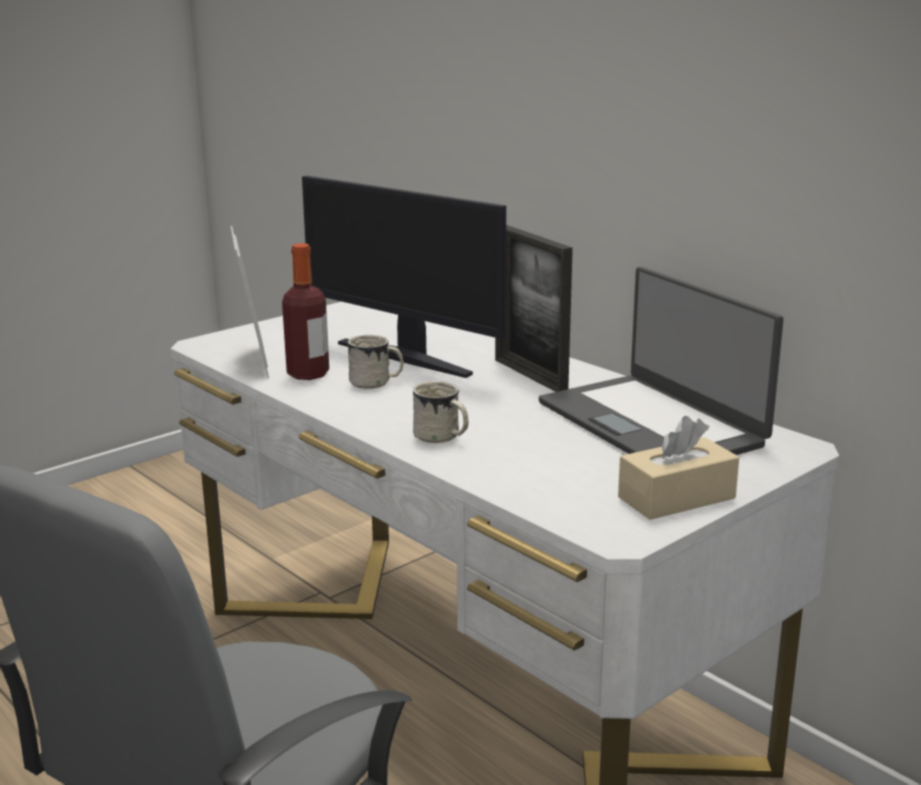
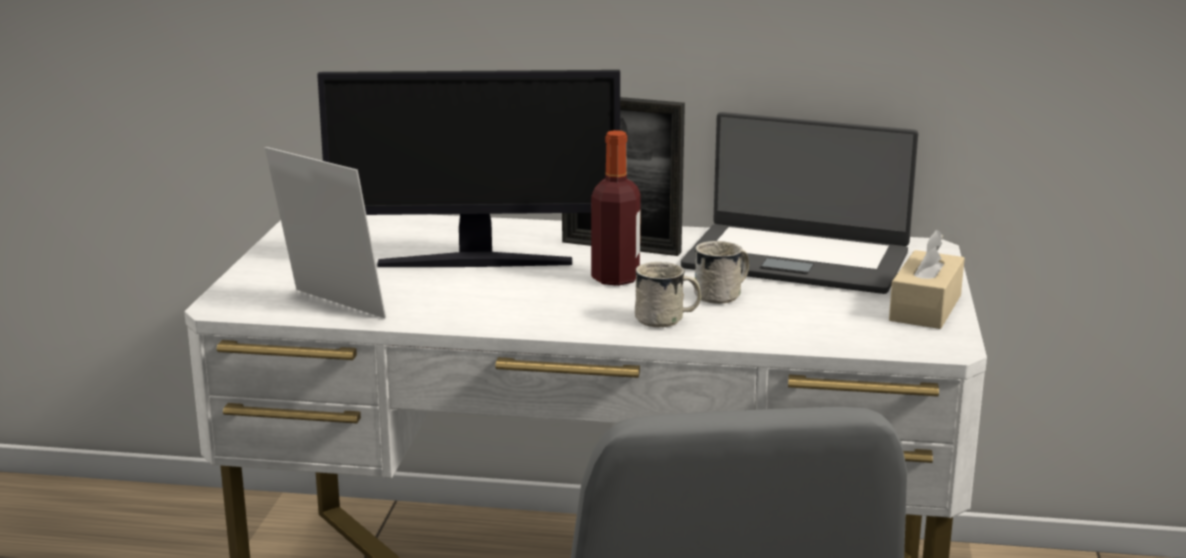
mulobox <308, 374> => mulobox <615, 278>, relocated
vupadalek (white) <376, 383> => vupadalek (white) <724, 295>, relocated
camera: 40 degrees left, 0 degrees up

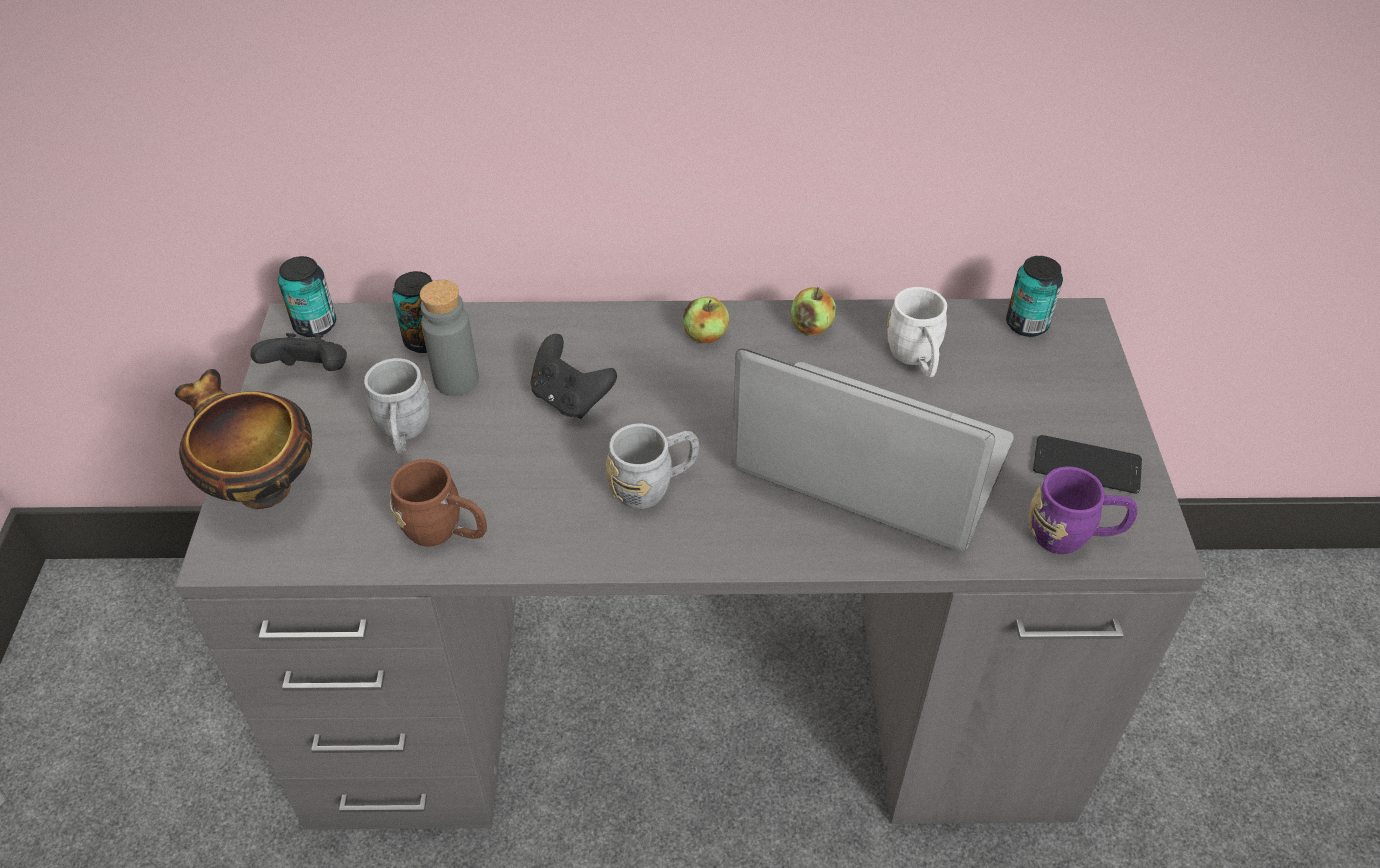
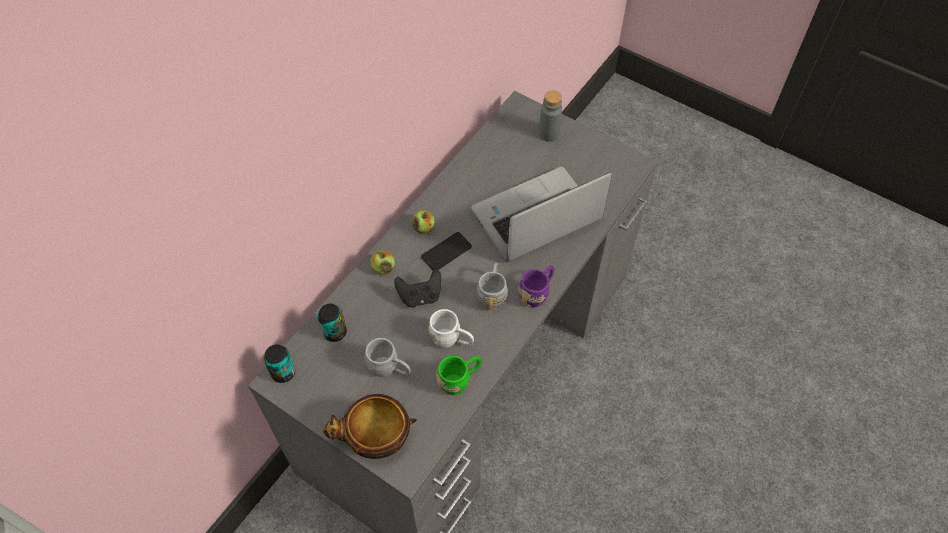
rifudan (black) <311, 374> => nothing
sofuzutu <1026, 324> => nothing
mulobox (grey) <456, 380> => mulobox (grey) <549, 133>, relocated
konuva <811, 327> => konuva <383, 268>, relocated
vupadalek (white) <916, 360> => vupadalek (white) <451, 340>, relocated
vupadalek (purple) <1073, 536> => vupadalek (purple) <537, 293>, relocated
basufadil <1086, 466> => basufadil <446, 252>, relocated
vupadalek (brown) <445, 532> => vupadalek (green) <460, 380>
camera: 55 degrees left, 10 degrees up

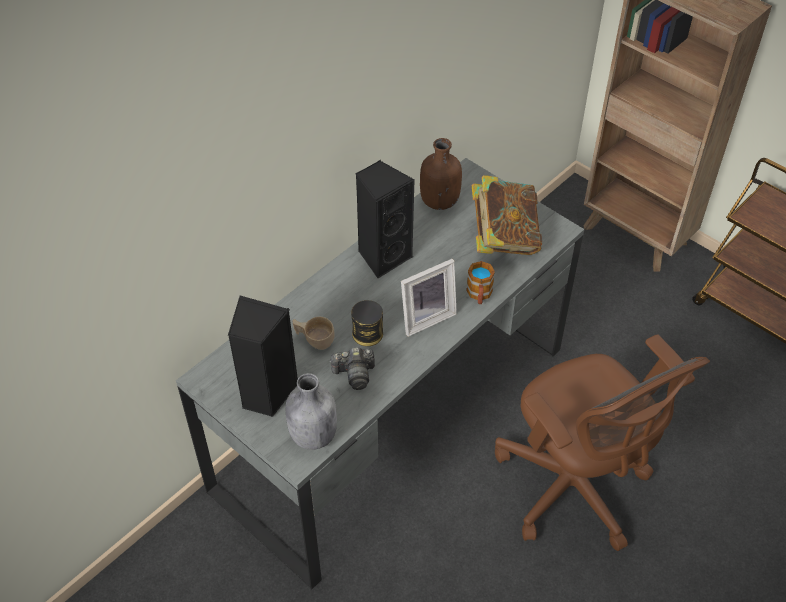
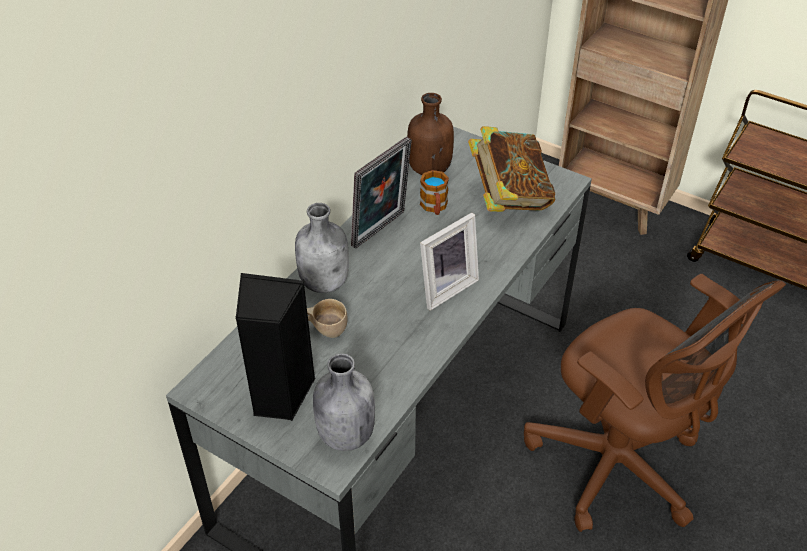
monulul <354, 374> => nothing
sofuzutu <367, 334> => nothing
nothing => mulobox (grey) <325, 282>
vupadalek <479, 295> => vupadalek <434, 207>, relocated
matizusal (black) <383, 256> => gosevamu <381, 230>
camera: 10 degrees left, 5 degrees down

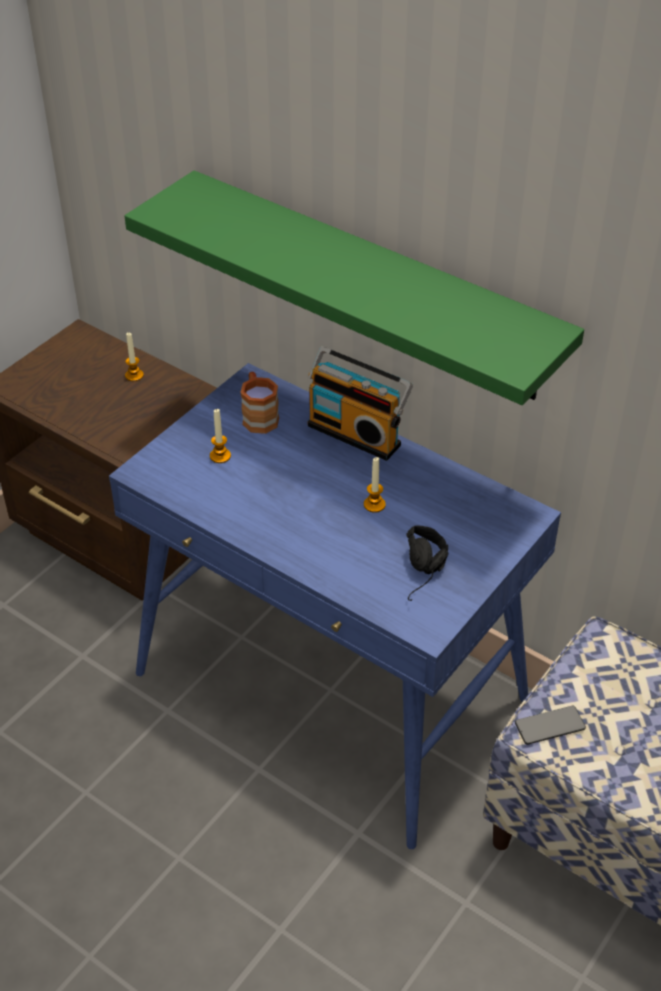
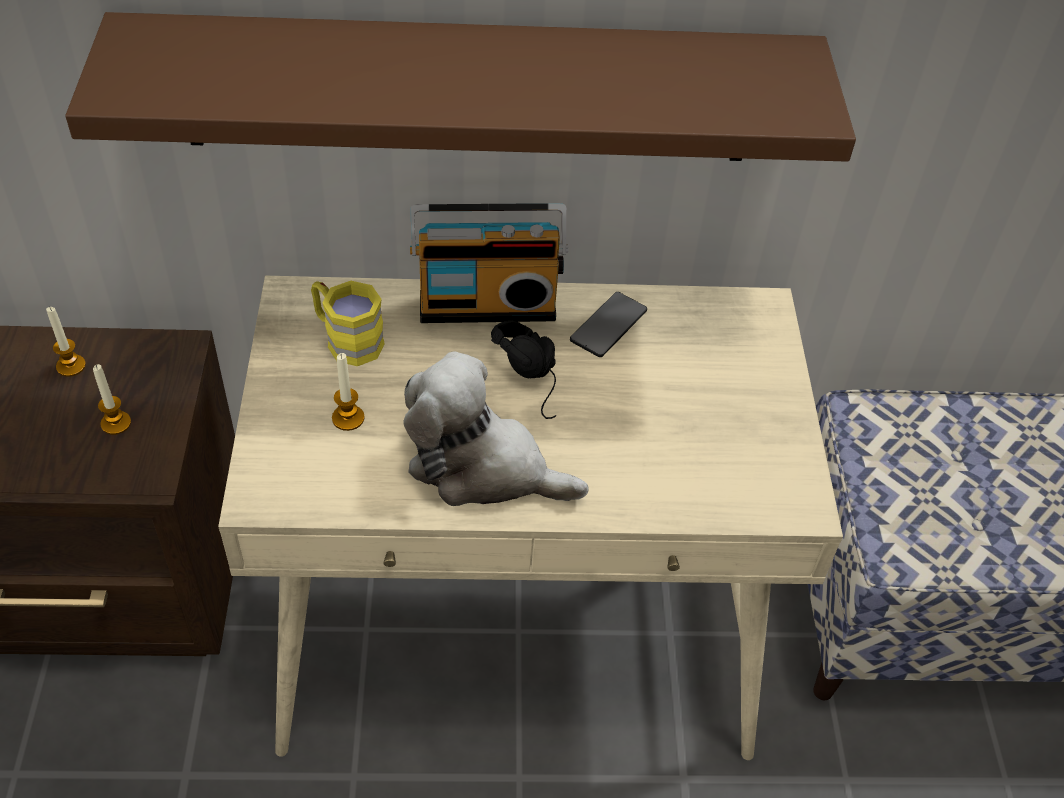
nothing => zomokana <483, 467>
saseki <374, 504> => saseki <116, 423>, relocated
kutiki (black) <427, 574> => kutiki (black) <538, 378>, relocated
basufadil <549, 726> => basufadil <608, 325>, relocated
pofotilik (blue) <333, 687> => pofotilik (beige) <518, 626>
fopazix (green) <373, 285> => fopazix (brown) <469, 89>
vupadalek (brown) <258, 416> => vupadalek (yellow) <346, 339>
camera: 40 degrees left, 5 degrees up

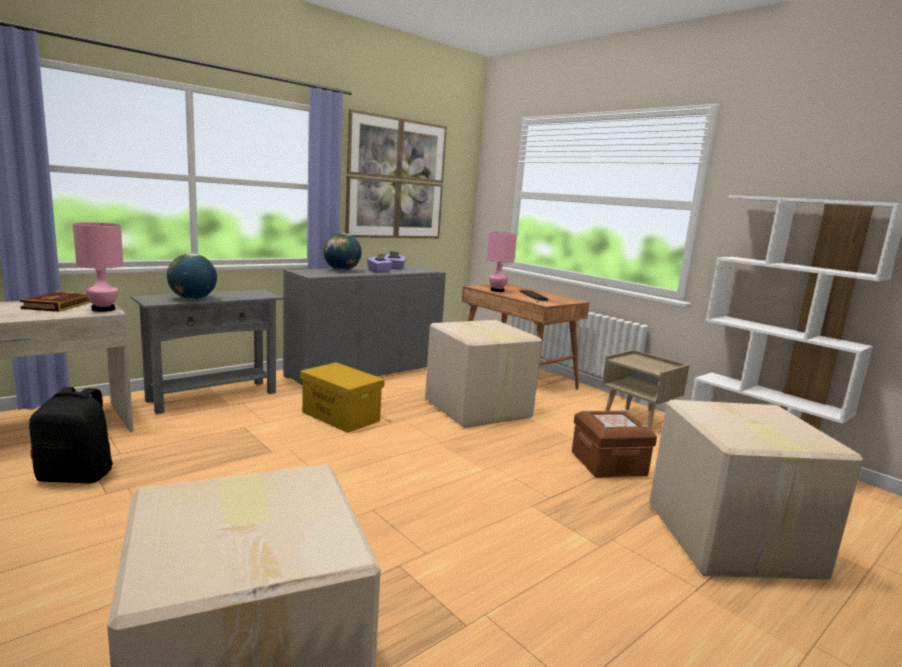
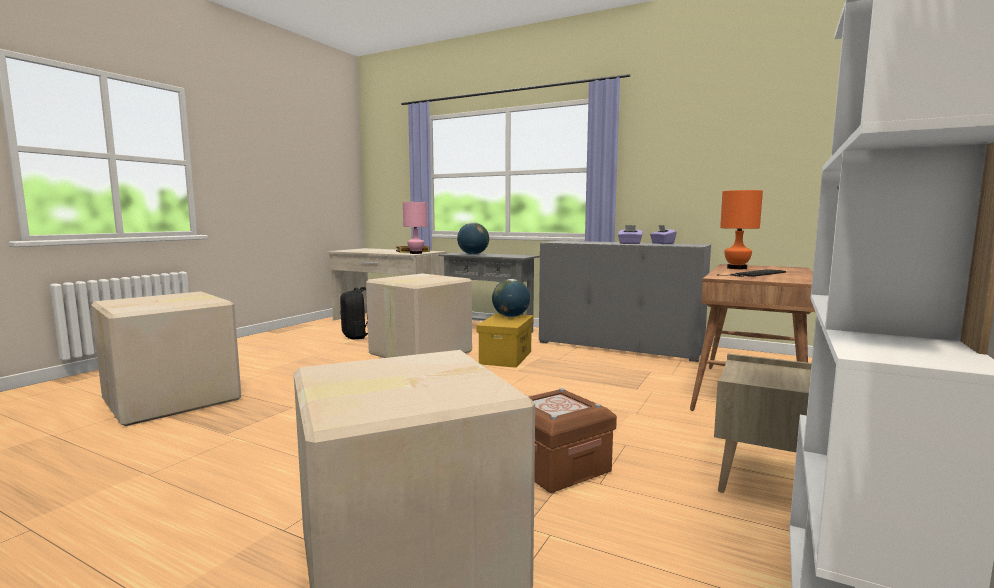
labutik <396, 179> => nothing
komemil <342, 270> => komemil <511, 316>, relocated
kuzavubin <477, 409> => kuzavubin <419, 353>, relocated
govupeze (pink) <497, 291> => govupeze (orange) <736, 268>
camera: 70 degrees right, 5 degrees down

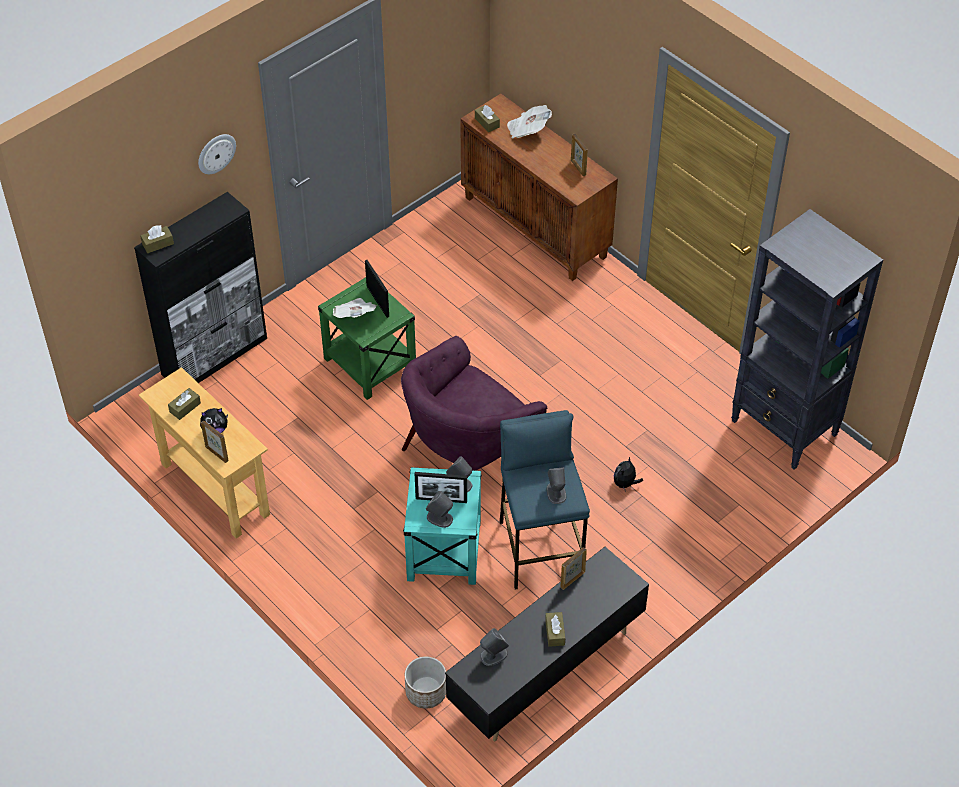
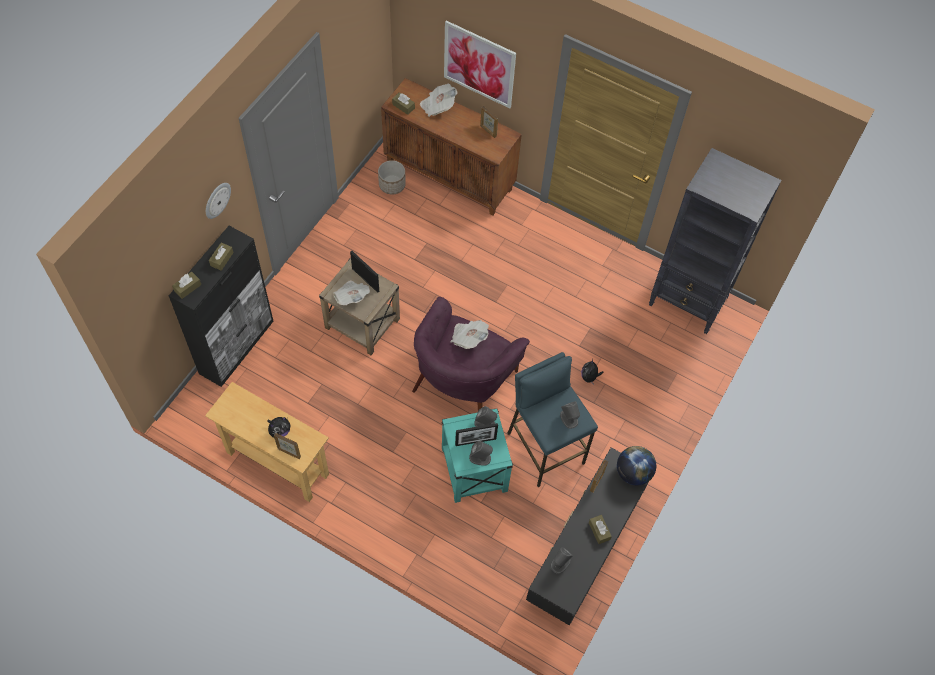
nothing => labutik <479, 64>
nothing => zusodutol <468, 338>
nothing => komemil <633, 473>
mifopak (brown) <185, 407> => mifopak (brown) <222, 259>, relocated
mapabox <426, 692> => mapabox <392, 185>, relocated
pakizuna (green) <369, 363> => pakizuna (beige) <362, 323>
camera: 20 degrees left, 10 degrees up

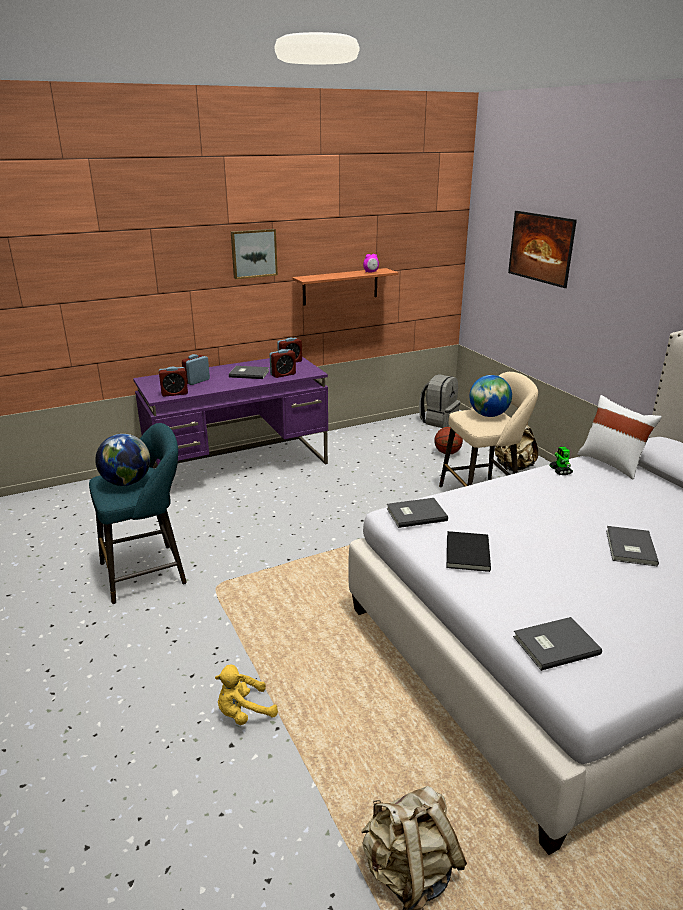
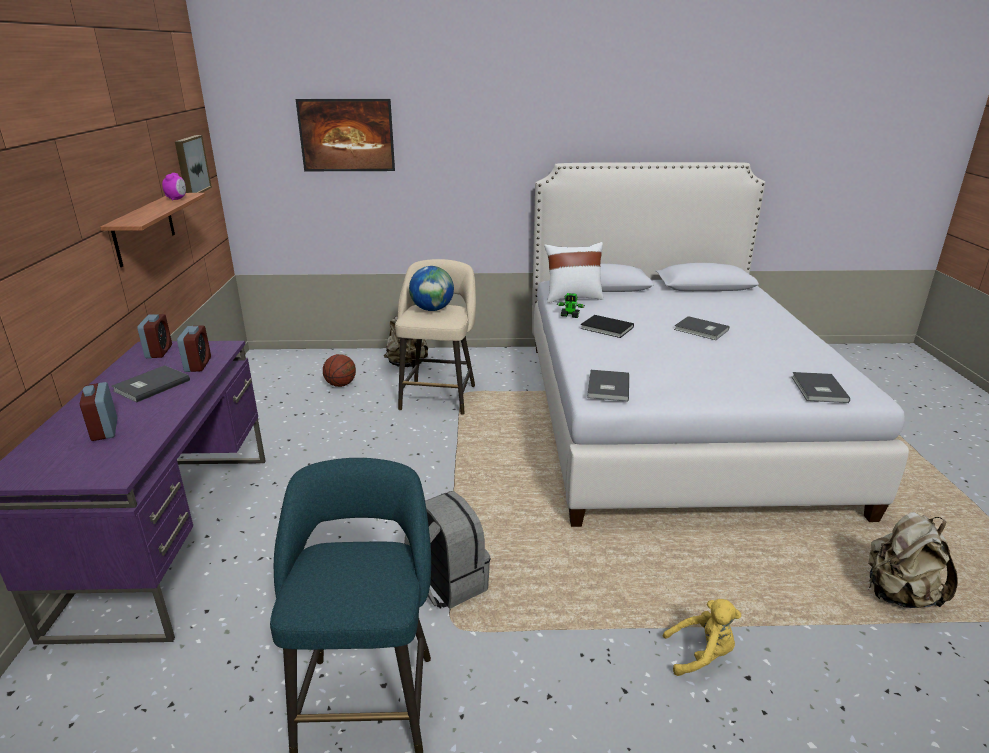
komemil <126, 482> => nothing
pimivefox <174, 393> => nothing
labutik <253, 253> => labutik <190, 165>, relocated
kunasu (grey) <438, 421> => kunasu (grey) <447, 583>, relocated
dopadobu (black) <466, 553> => dopadobu (black) <607, 328>, relocated
zomokana (yellow) <244, 712> => zomokana (yellow) <701, 655>, 90 degrees counterclockwise
camera: 65 degrees left, 0 degrees up

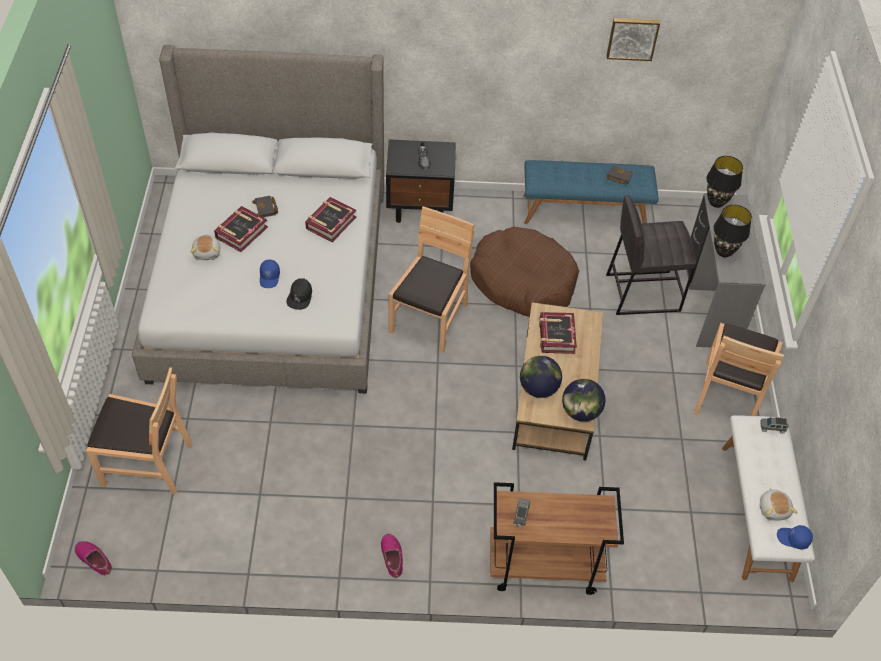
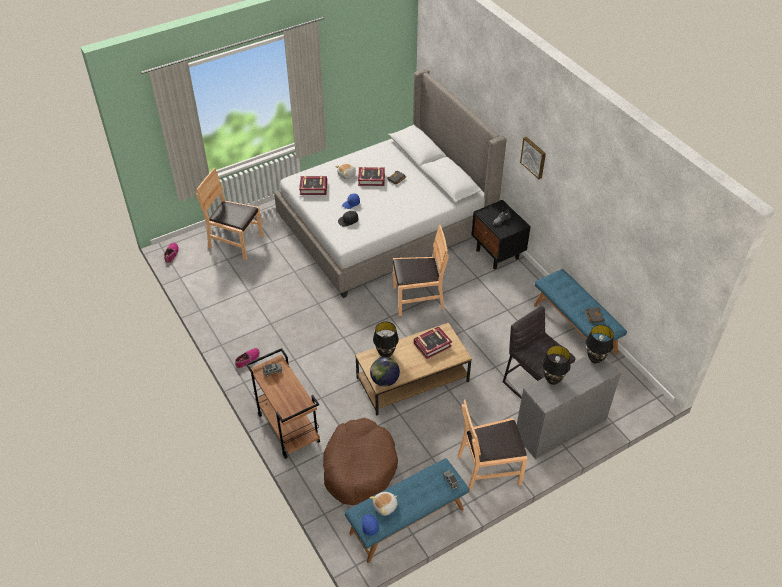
dopadobu <330, 223> => dopadobu <313, 188>, relocated
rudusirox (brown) <523, 281> => rudusirox (brown) <359, 467>, relocated
labutik <632, 38> => labutik <534, 157>, relocated
komemil <538, 388> => govupeze (black) <385, 354>
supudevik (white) <757, 511> => supudevik (blue) <407, 521>
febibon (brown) <147, 463> => febibon (brown) <235, 242>, 135 degrees clockwise
camera: 60 degrees right, 5 degrees down

